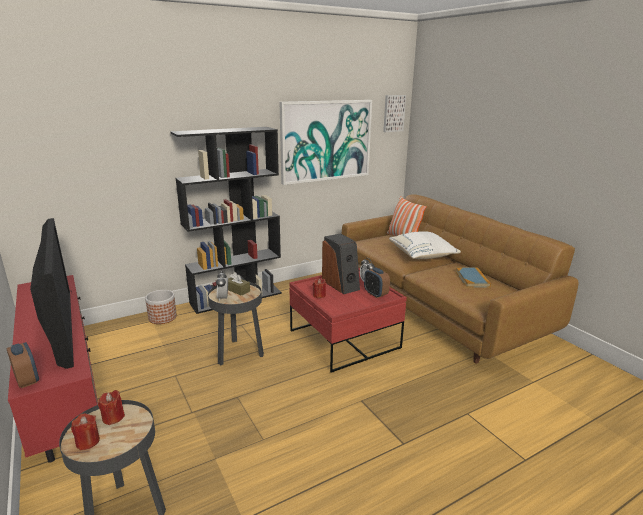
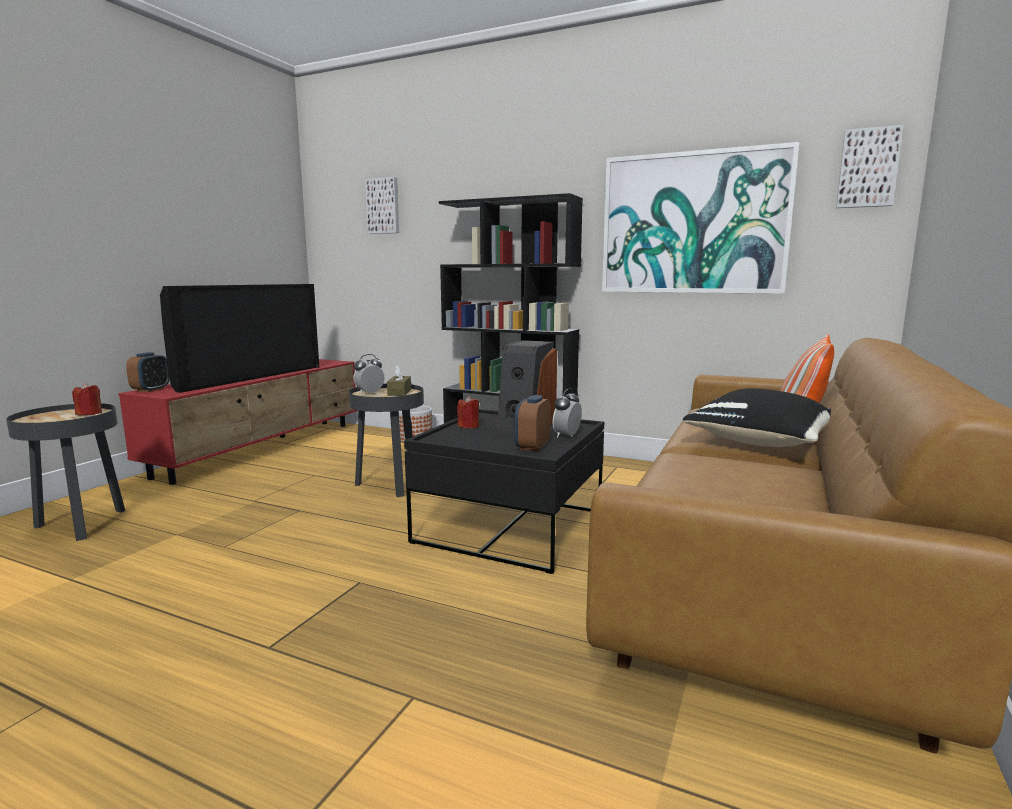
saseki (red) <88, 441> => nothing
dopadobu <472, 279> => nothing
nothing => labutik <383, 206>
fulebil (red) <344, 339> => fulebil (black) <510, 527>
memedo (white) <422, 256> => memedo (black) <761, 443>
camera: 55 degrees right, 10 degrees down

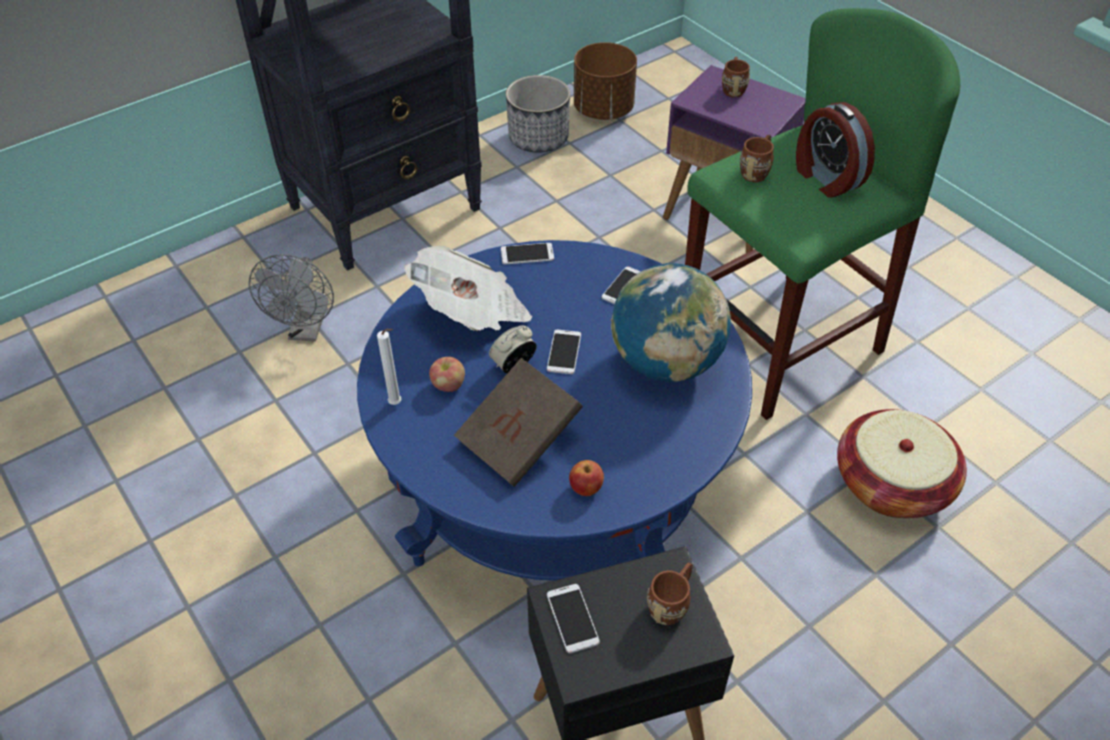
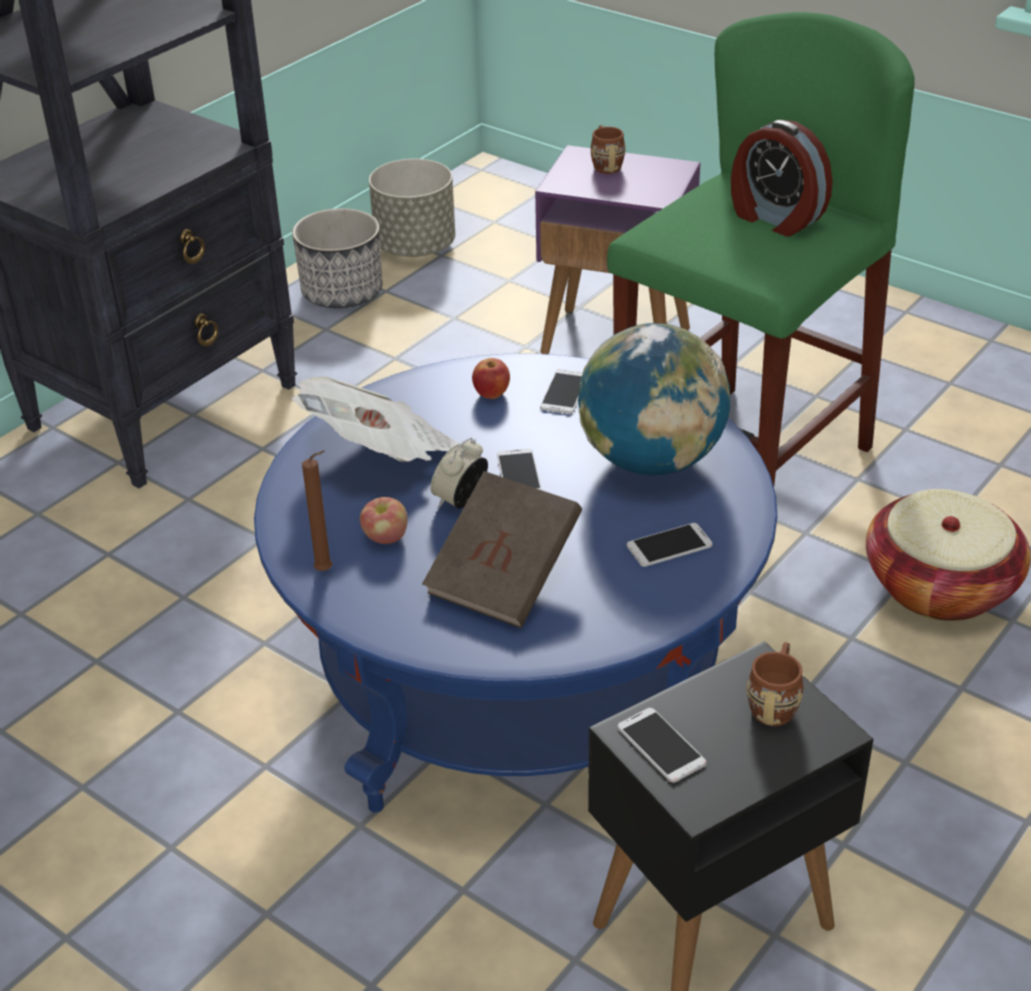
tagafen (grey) <307, 330> => nothing
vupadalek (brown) <756, 170> => nothing
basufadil <527, 254> => basufadil <669, 545>, relocated
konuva <586, 488> => konuva <492, 394>, relocated
saseki (white) <397, 404> => saseki (brown) <326, 571>
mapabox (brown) <603, 110> => mapabox (grey) <415, 248>
camera: 15 degrees left, 10 degrees down

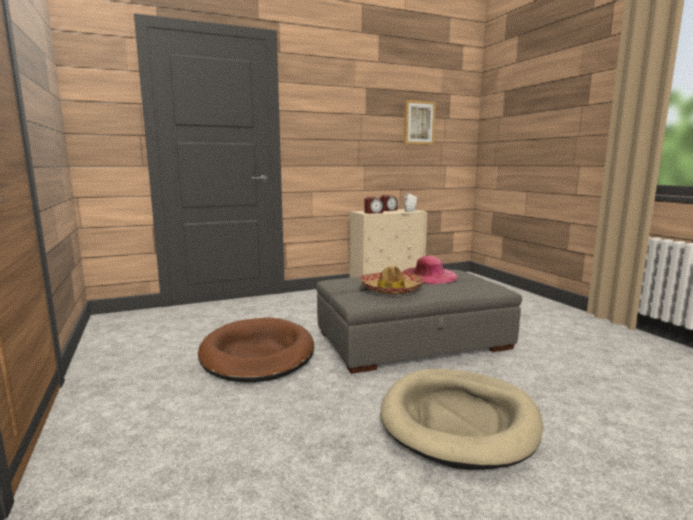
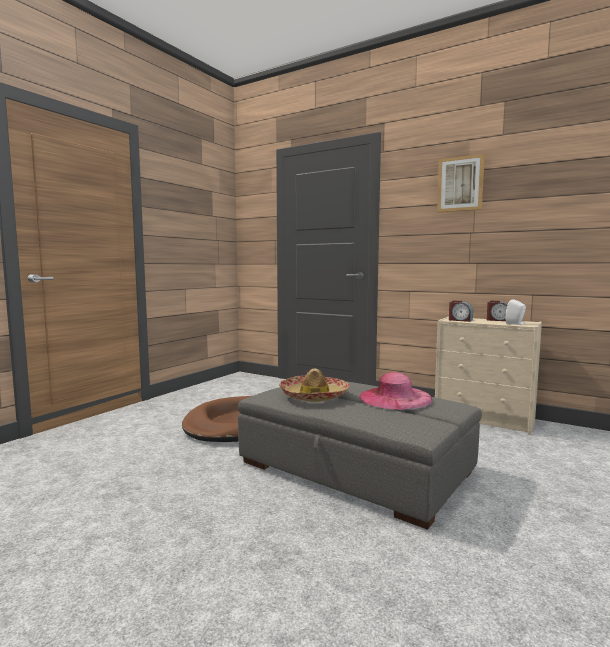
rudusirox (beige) <459, 420> => nothing
labutik <419, 123> => labutik <460, 184>, relocated
camera: 55 degrees right, 5 degrees down

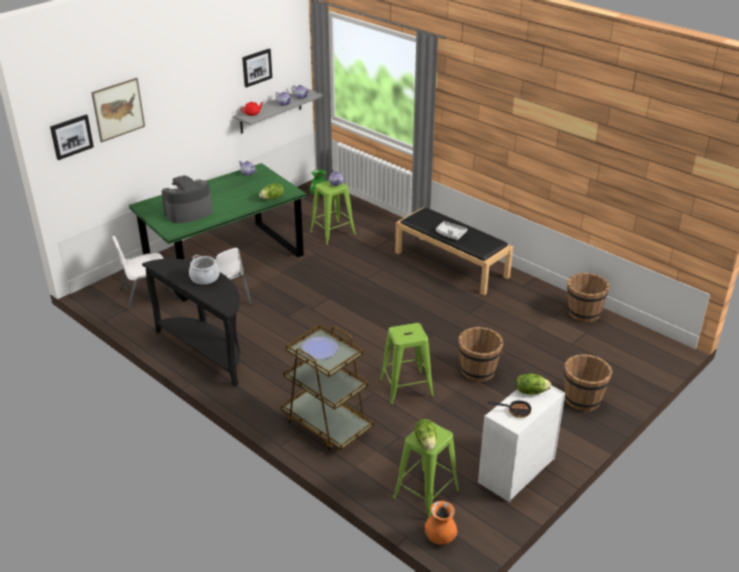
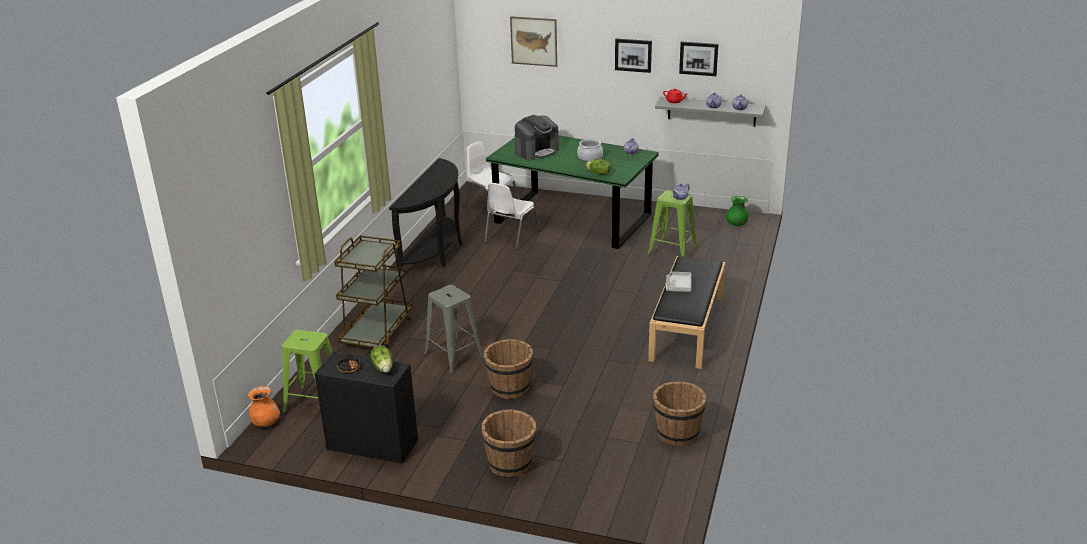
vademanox <319, 349> => nothing
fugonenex <426, 441> => nothing
labutik <71, 136> => labutik <633, 55>, relocated
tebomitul <205, 278> => tebomitul <590, 158>, relocated
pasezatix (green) <406, 388> => pasezatix (grey) <454, 356>
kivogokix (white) <516, 471> => kivogokix (black) <371, 444>
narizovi <188, 212> => narizovi <536, 151>, 105 degrees clockwise
camera: 65 degrees right, 5 degrees down

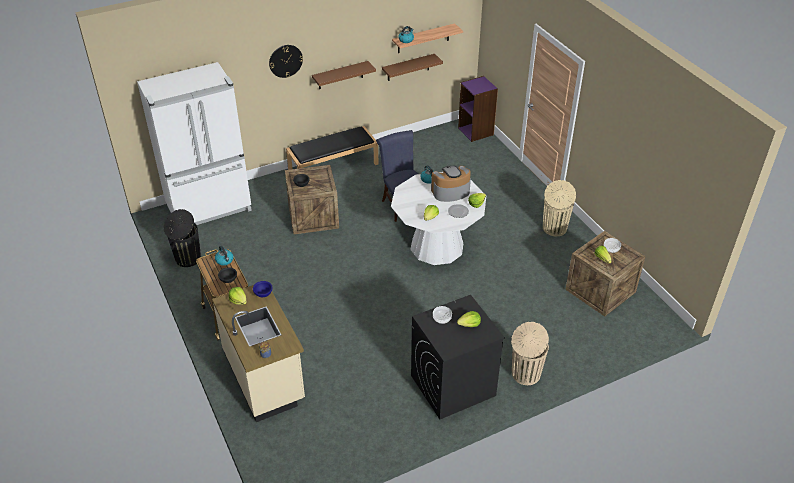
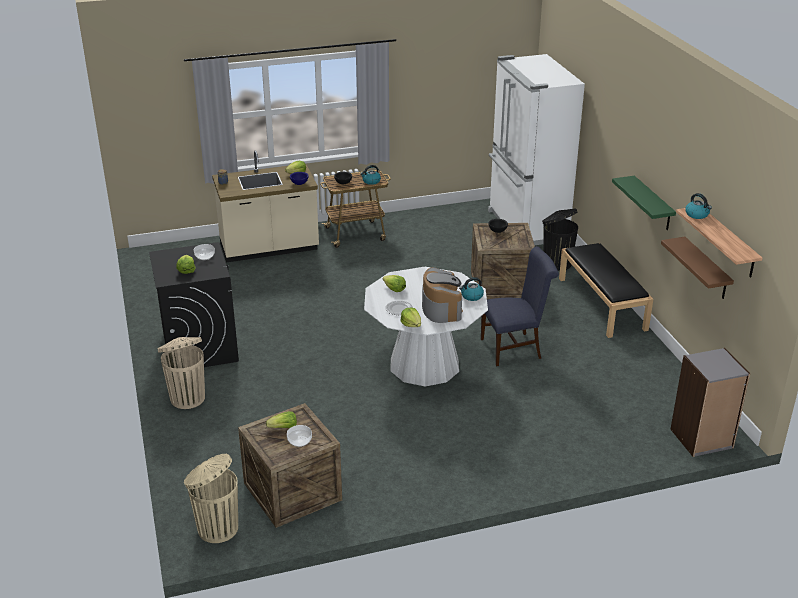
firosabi <285, 61> => nothing
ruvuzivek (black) <187, 259> => ruvuzivek (black) <556, 263>, relocated
ruvuzivek (beige) <554, 229> => ruvuzivek (beige) <216, 528>, relocated
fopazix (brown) <340, 75> => fopazix (green) <653, 204>
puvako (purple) <476, 131> => puvako (grey) <701, 439>
camera: 100 degrees right, 10 degrees down

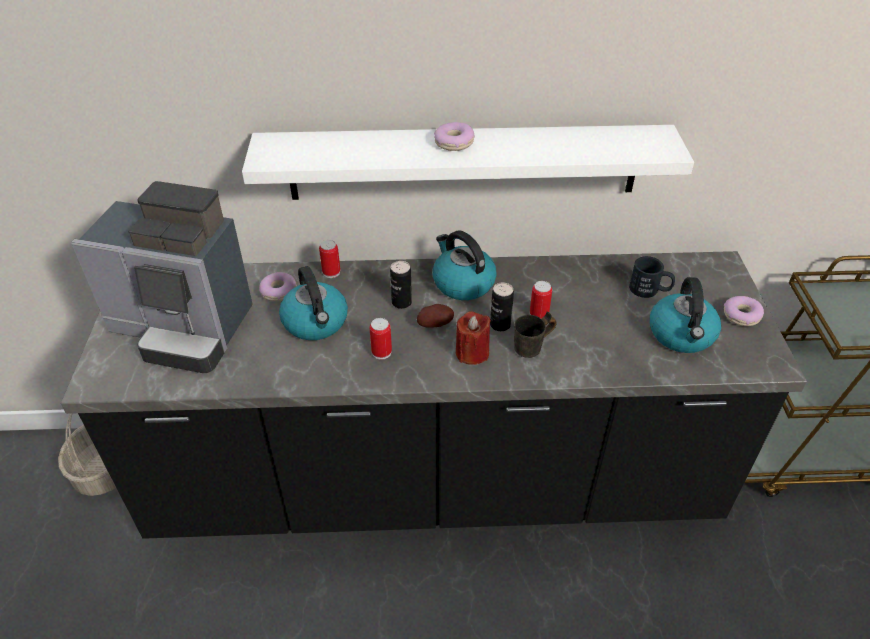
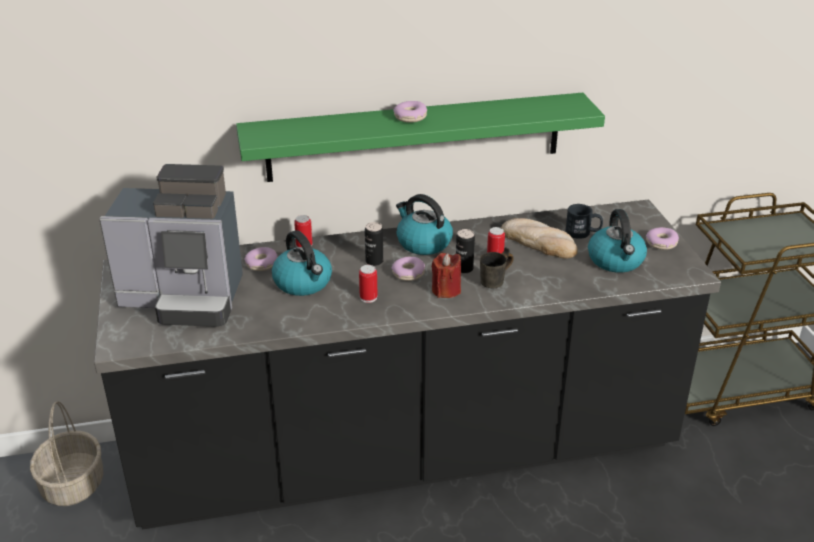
nothing => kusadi <539, 242>
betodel <435, 324> => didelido <408, 274>
fopazix (white) <463, 162> => fopazix (green) <415, 137>
camera: 10 degrees left, 10 degrees down

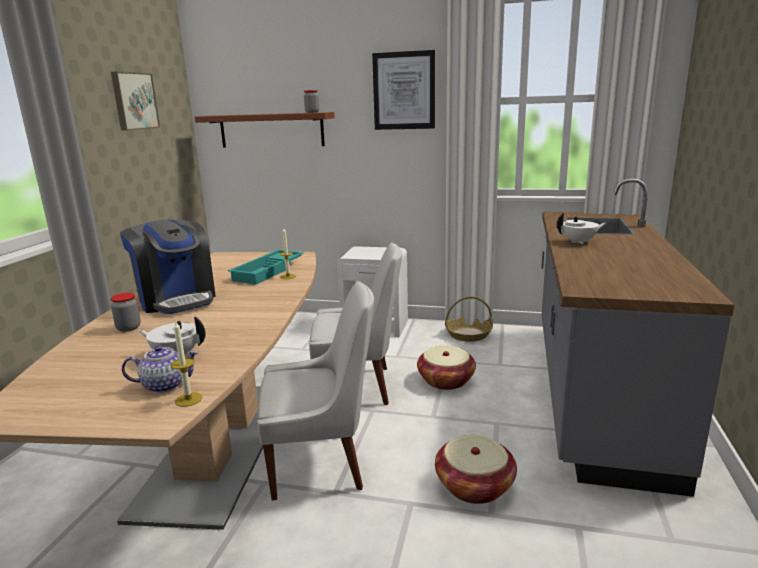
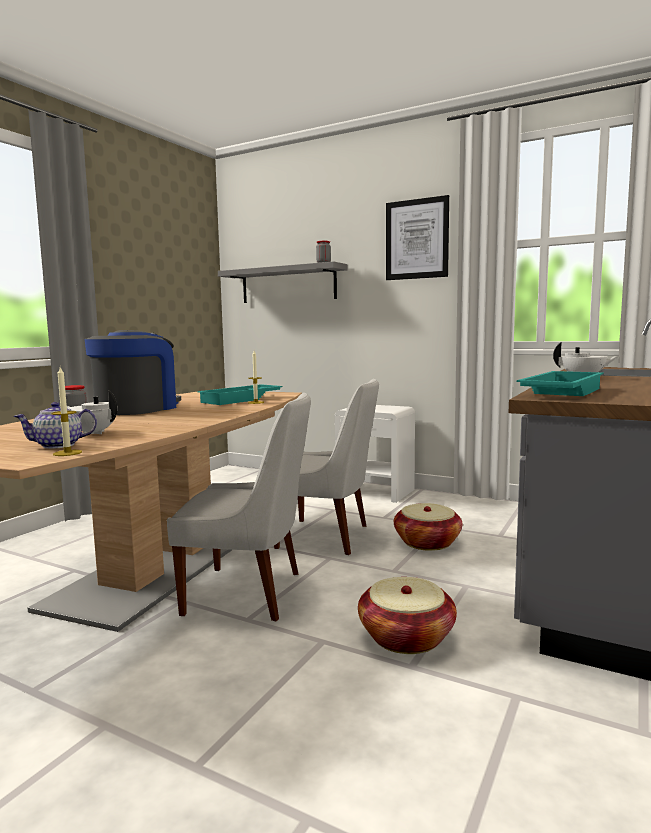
labutik <134, 101> => nothing
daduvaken <468, 334> => nothing
nothing => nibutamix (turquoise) <560, 393>
fopazix (brown) <271, 130> => fopazix (grey) <288, 284>
narizovi <176, 299> => narizovi <137, 409>, 135 degrees counterclockwise
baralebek <164, 385> => baralebek <59, 445>, 150 degrees clockwise
camera: 15 degrees right, 10 degrees down

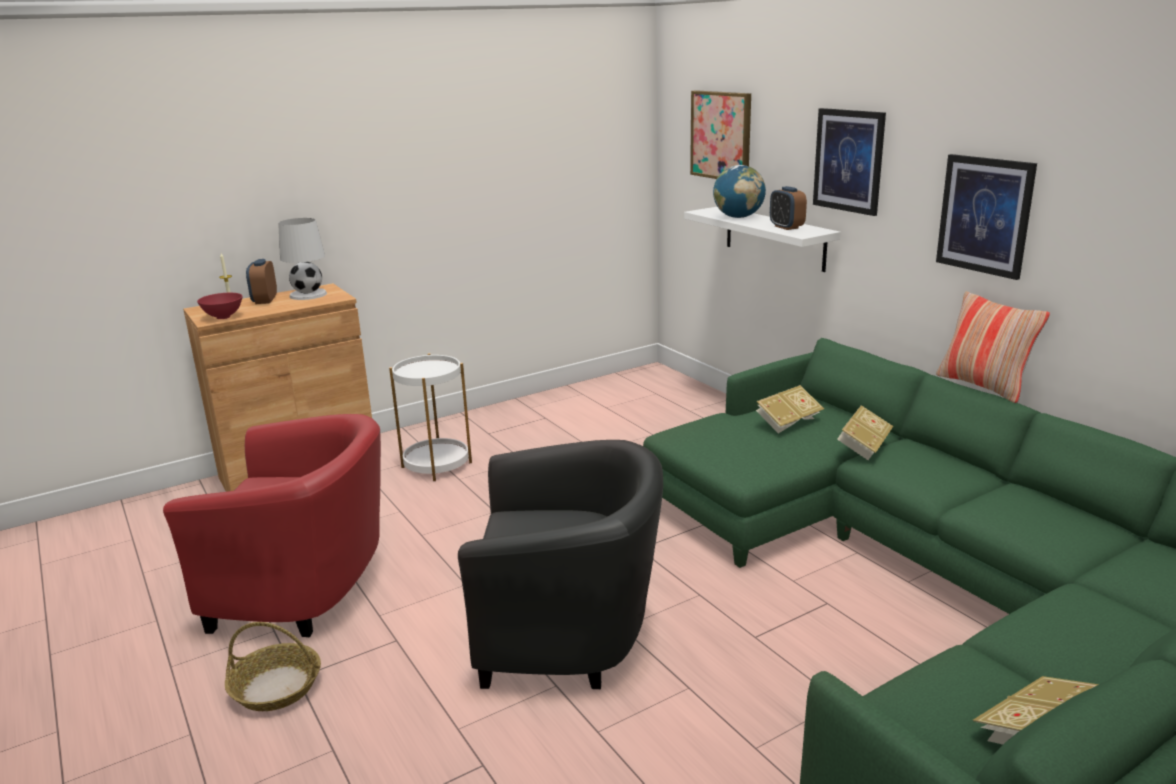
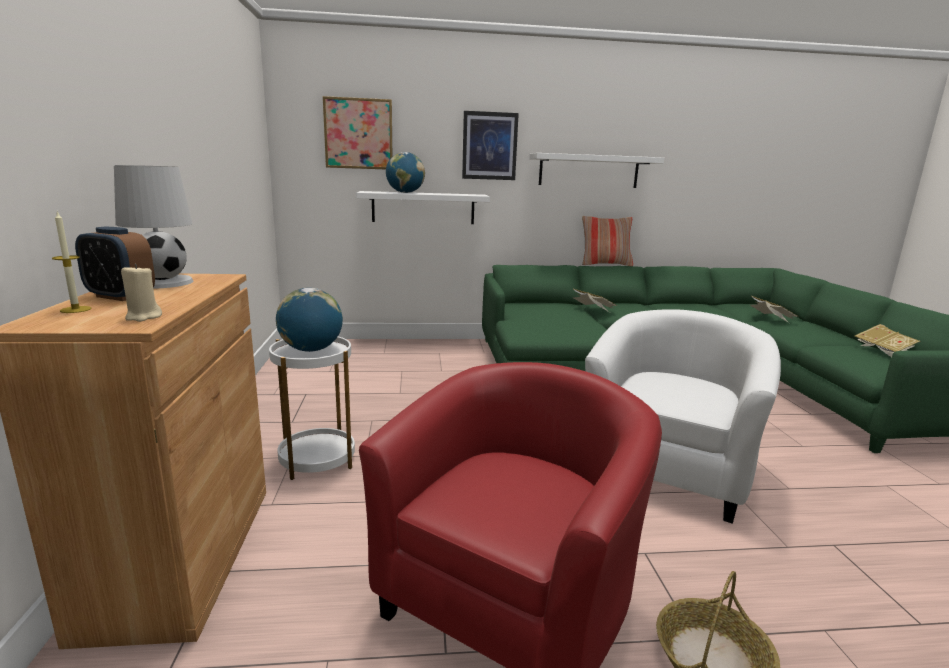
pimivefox <786, 227> => nothing
nothing => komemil <311, 350>
dopadobu <787, 422> => dopadobu <770, 318>, relocated
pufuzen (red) <224, 317> => saseki (beige) <143, 317>
labutik <984, 215> => fopazix (white) <589, 171>
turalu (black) <569, 635> => turalu (white) <668, 469>
camera: 65 degrees left, 5 degrees down

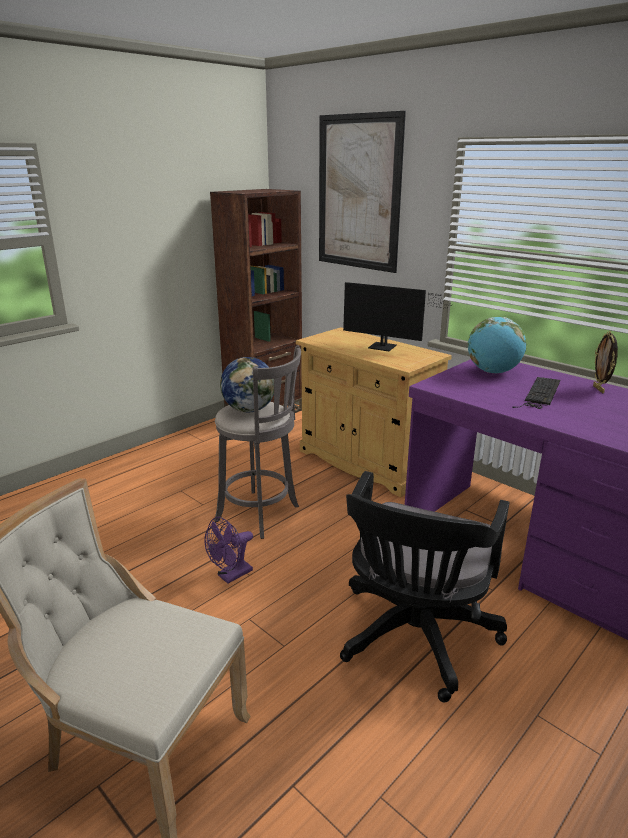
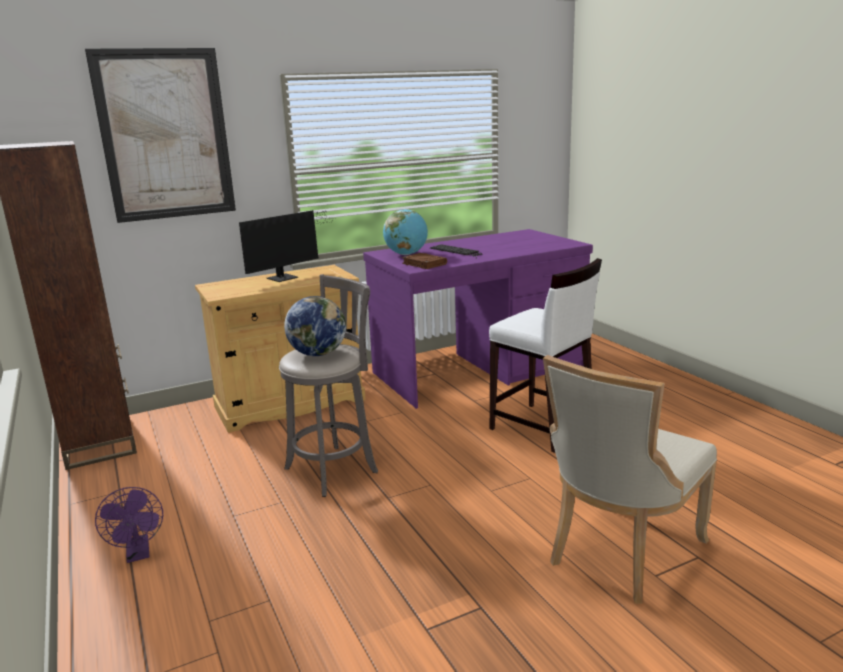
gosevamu <599, 389> => nothing
nothing => dopadobu (brown) <423, 264>
tagafen (purple) <231, 576> => tagafen (purple) <139, 554>, relocated
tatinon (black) <414, 639> => pasezatix (white) <542, 427>
camera: 70 degrees left, 5 degrees down

